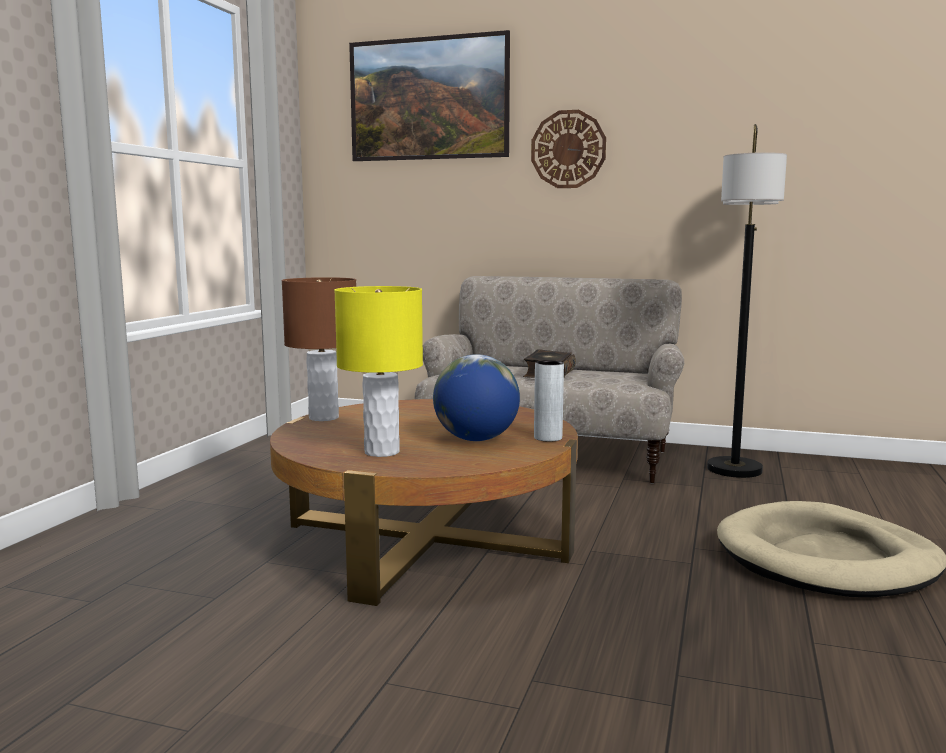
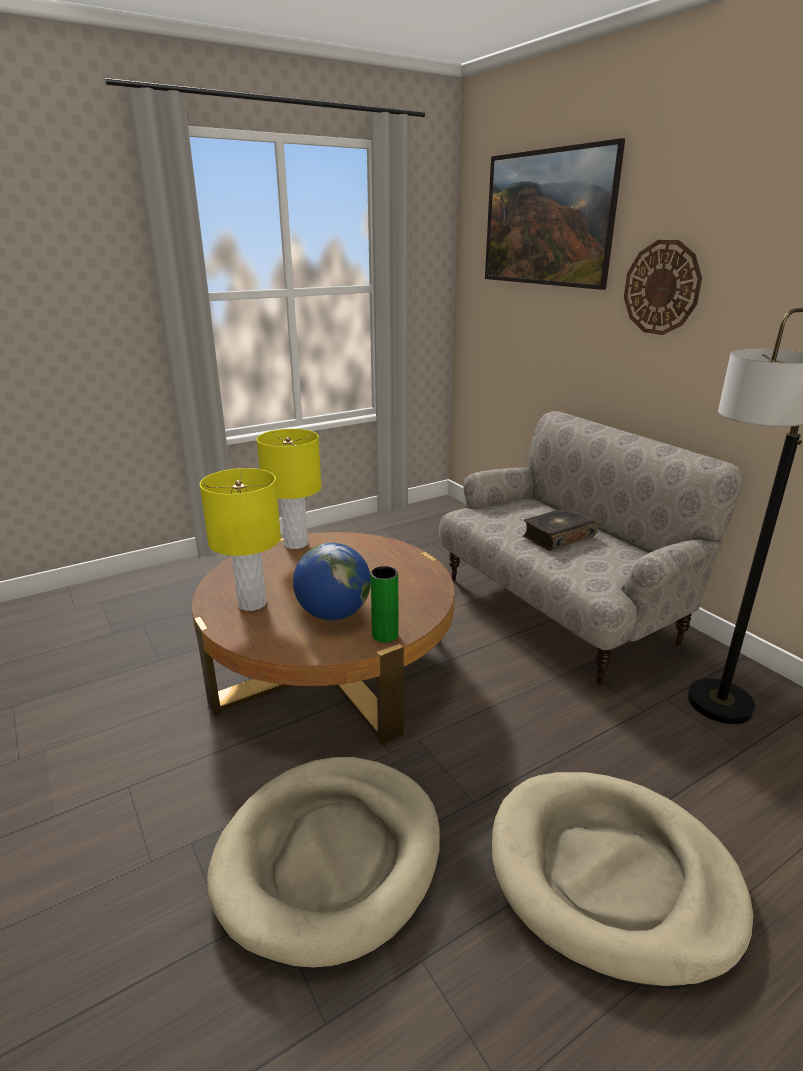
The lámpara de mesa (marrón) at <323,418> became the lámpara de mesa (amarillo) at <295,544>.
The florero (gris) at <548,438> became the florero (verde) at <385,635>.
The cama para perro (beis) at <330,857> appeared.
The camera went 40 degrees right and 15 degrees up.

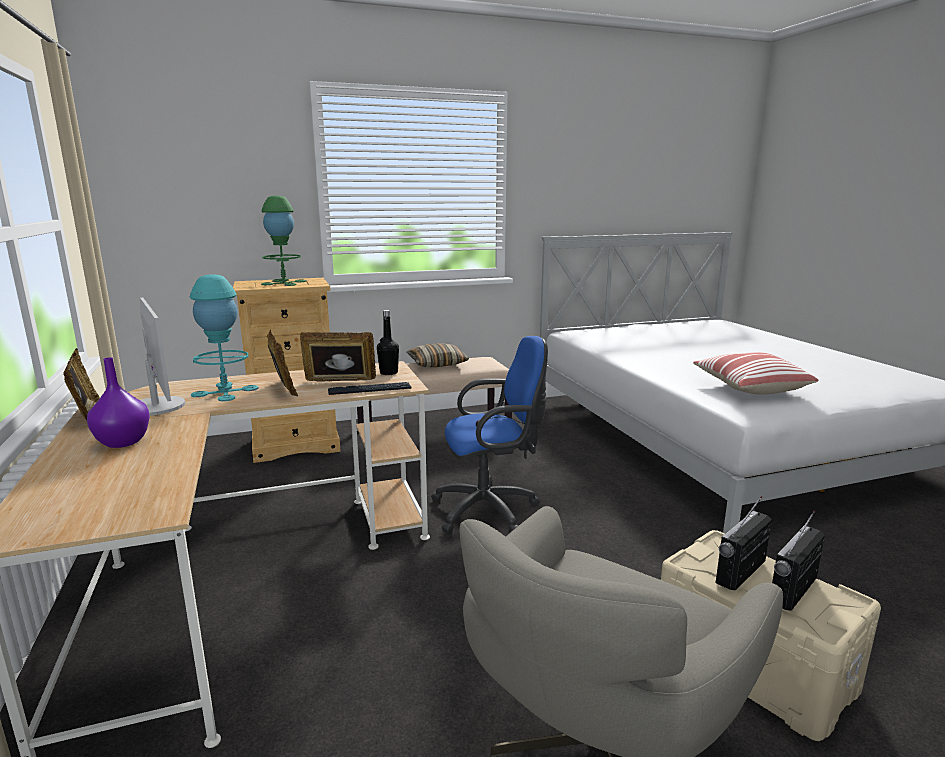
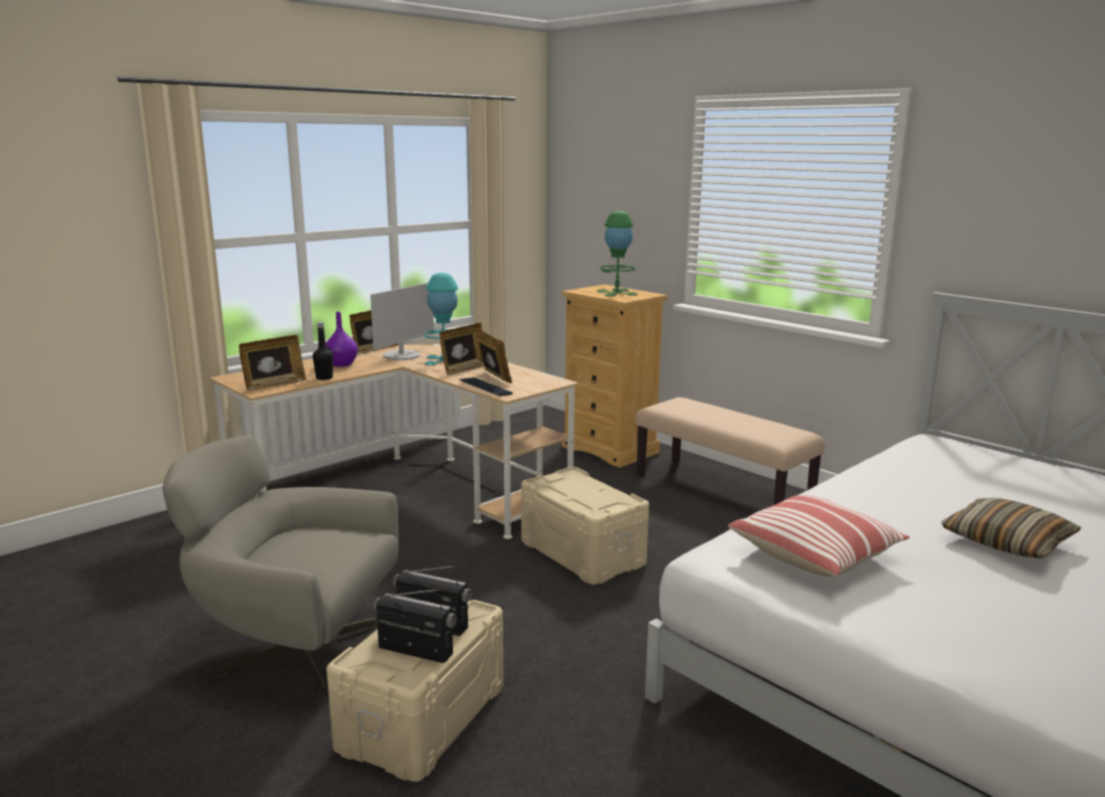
The botella (negro) moved from <388,373> to <324,378>.
The silla de oficina (azul) at <491,510> was replaced by the caja de almacenaje (beis) at <581,553>.
The cojín moved from <437,364> to <1007,541>.
The portarretratos at <274,384> appeared.
The camera went 65 degrees right and 0 degrees up.

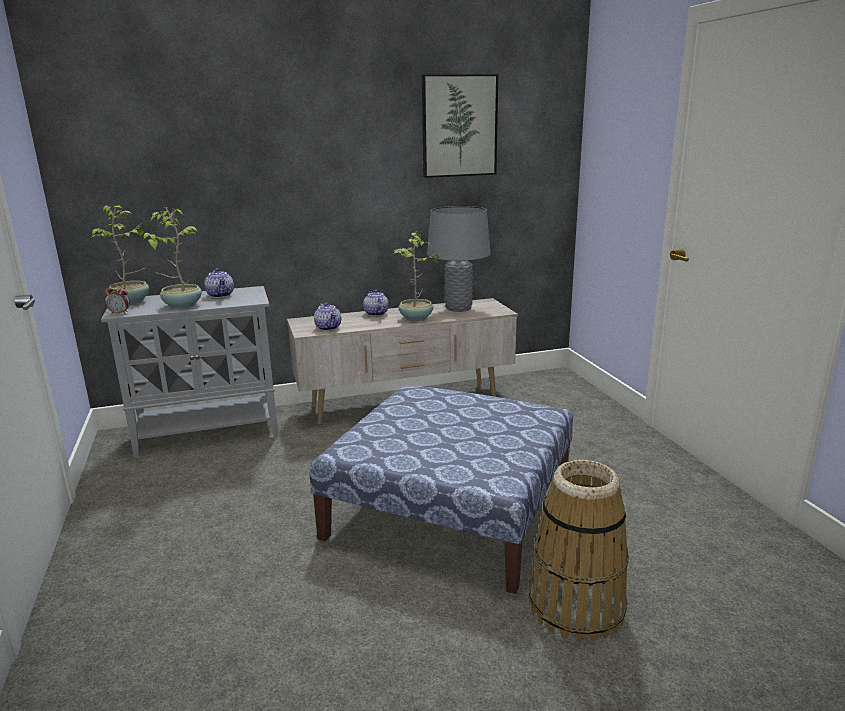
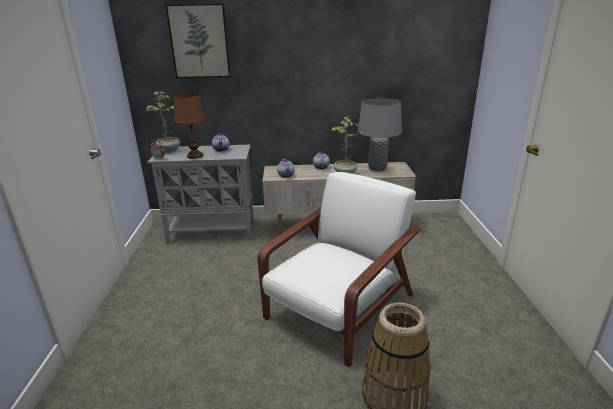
The cuadro moved from <459,126> to <199,41>.
The planta en maceta at <181,306> was replaced by the lámpara de mesa (marrón) at <195,156>.
The puf at <452,509> was replaced by the sillón (blanco) at <338,308>.
The camera went 15 degrees right and 5 degrees up.

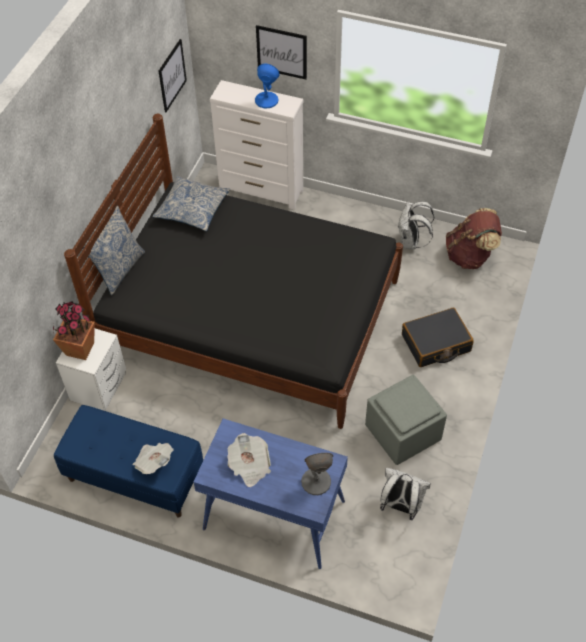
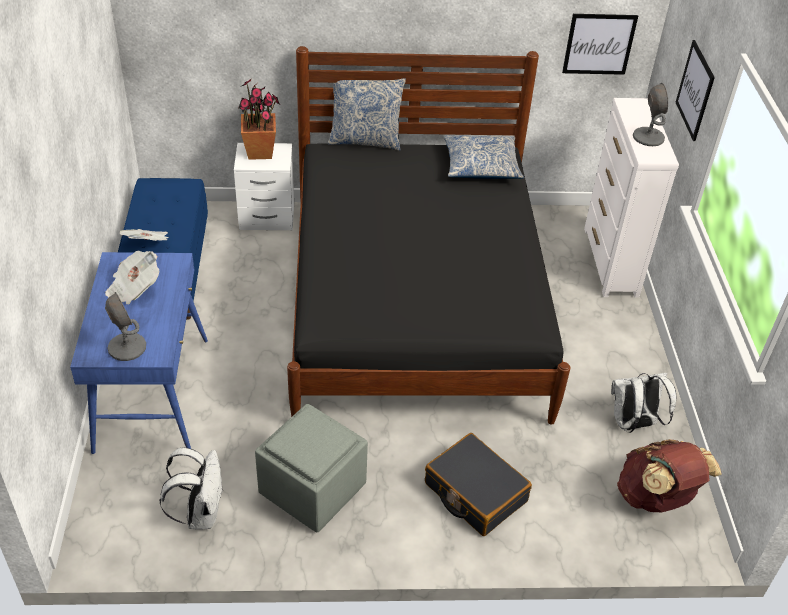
The lámpara de mesa (azul) at <266,100> became the lámpara de mesa (gris) at <648,137>.
The camera went 65 degrees right and 10 degrees down.

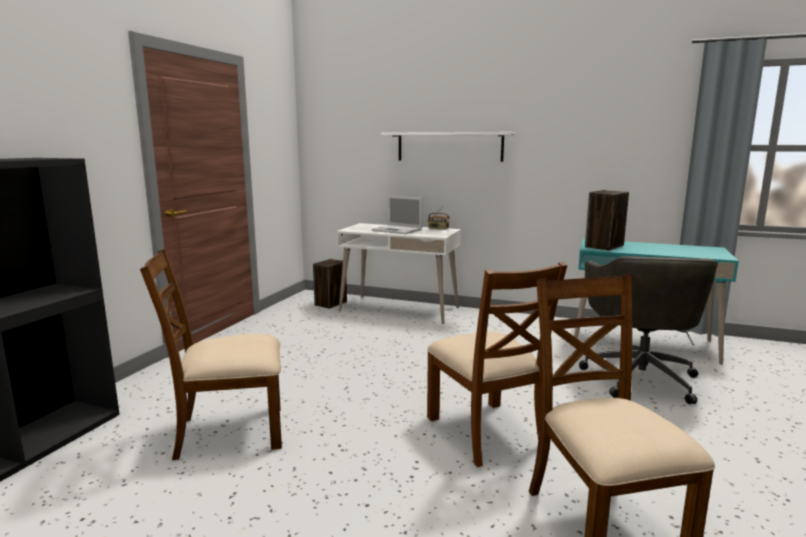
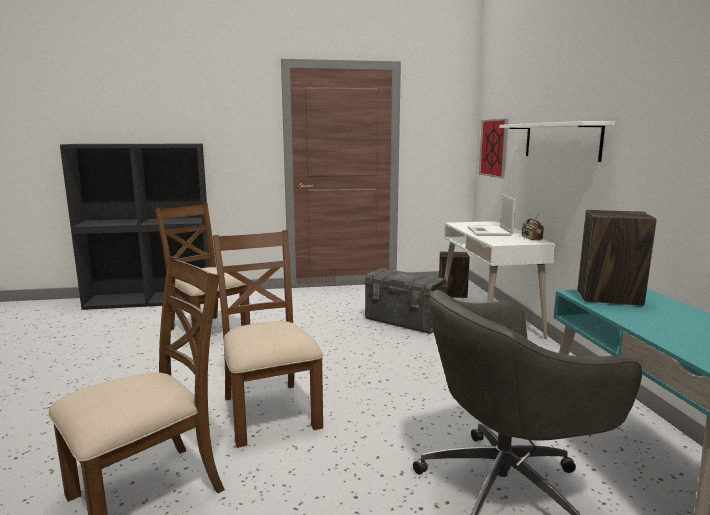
The silla (marrón) at <486,432> turned 120 degrees clockwise.
The cuadro at <493,148> appeared.
The caja de almacenaje (gris) at <404,321> appeared.
The camera went 60 degrees right and 0 degrees up.

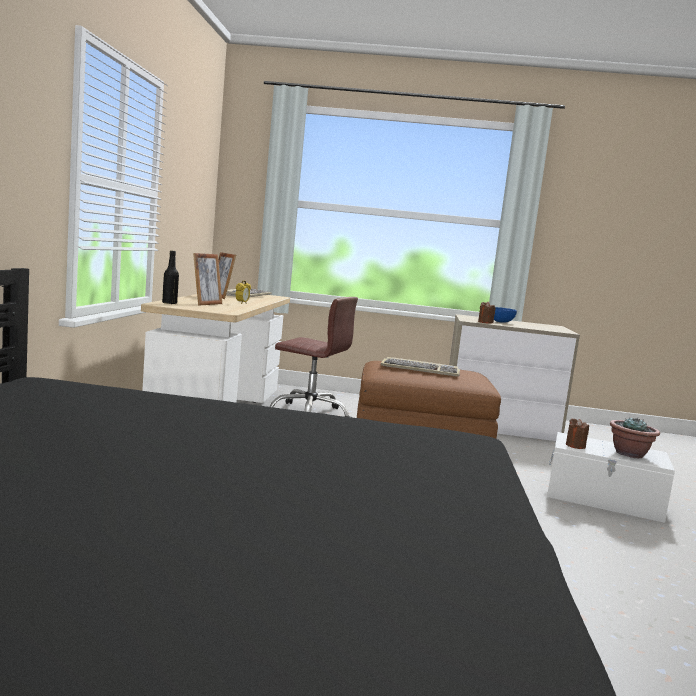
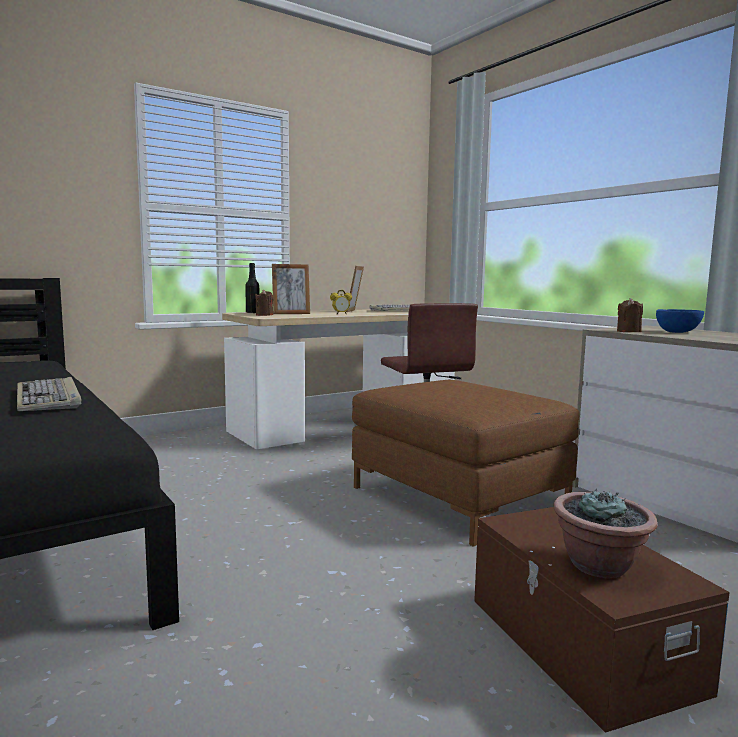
The teclado moved from <420,370> to <49,398>.
The vela (marrón) moved from <575,446> to <264,315>.
The caja de almacenaje (blanco) at <603,499> became the caja de almacenaje (marrón) at <579,644>.
The camera went 50 degrees right and 0 degrees up.

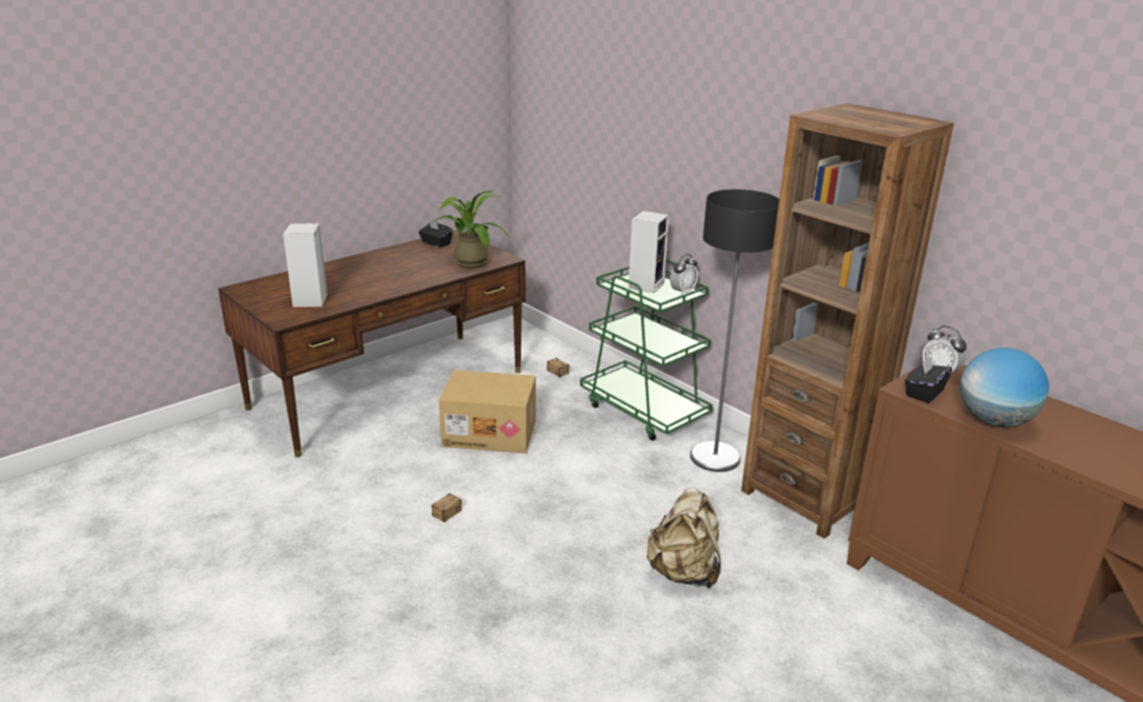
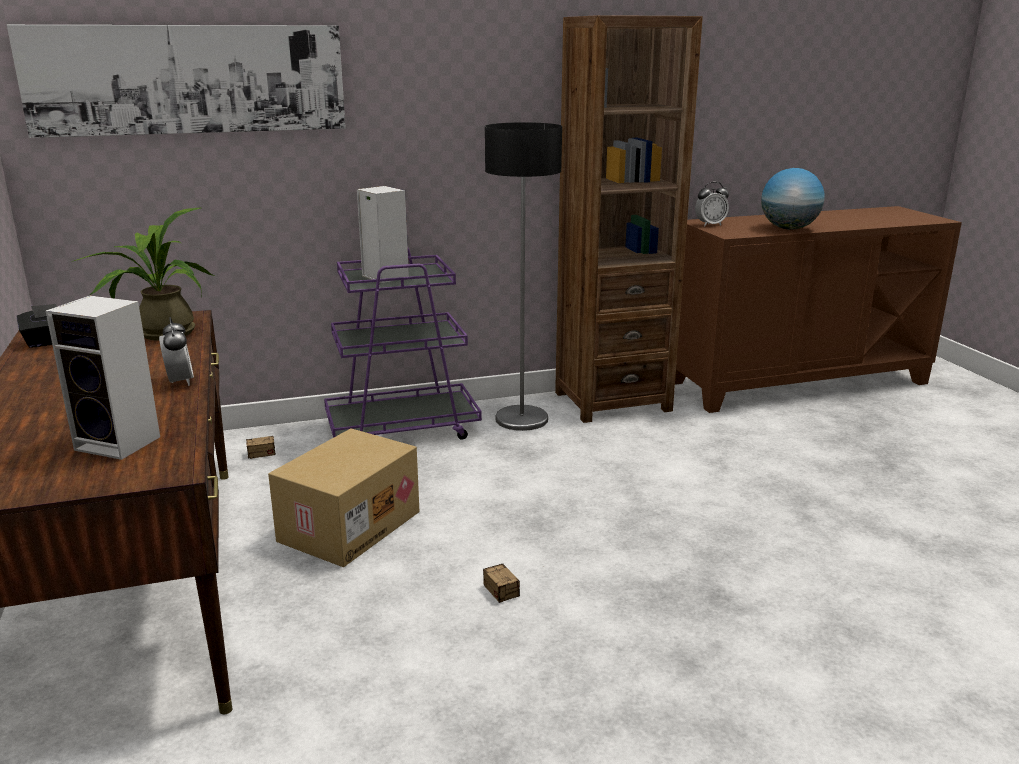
The despertador moved from <682,292> to <180,382>.
The carrito (verde) at <644,410> became the carrito (morado) at <403,429>.
The caja de pañuelos (negro) at <924,393> disappeared.
The mochila (beis) at <684,572> disappeared.
The cuadro at <188,79> appeared.
The camera went 65 degrees left and 5 degrees down.

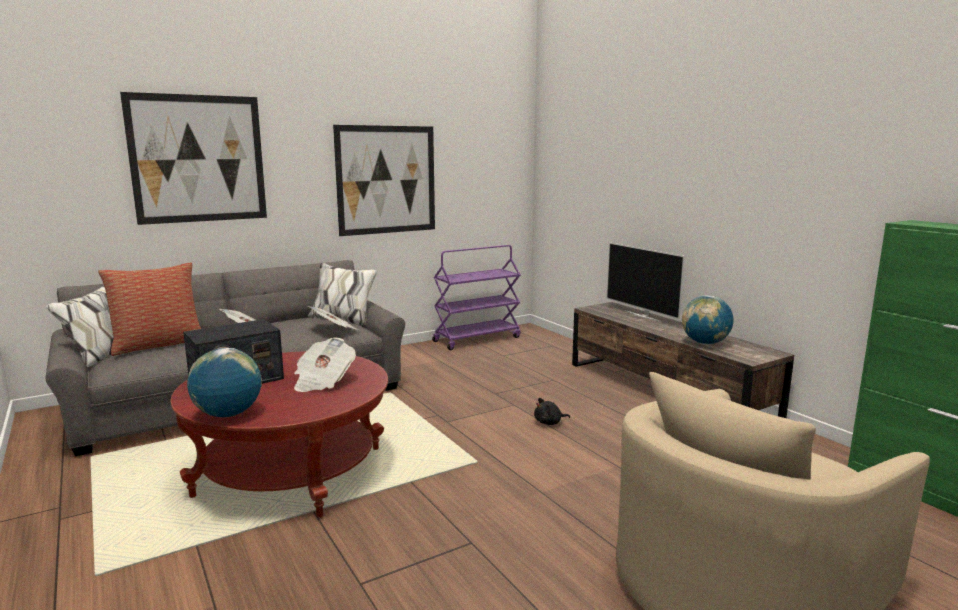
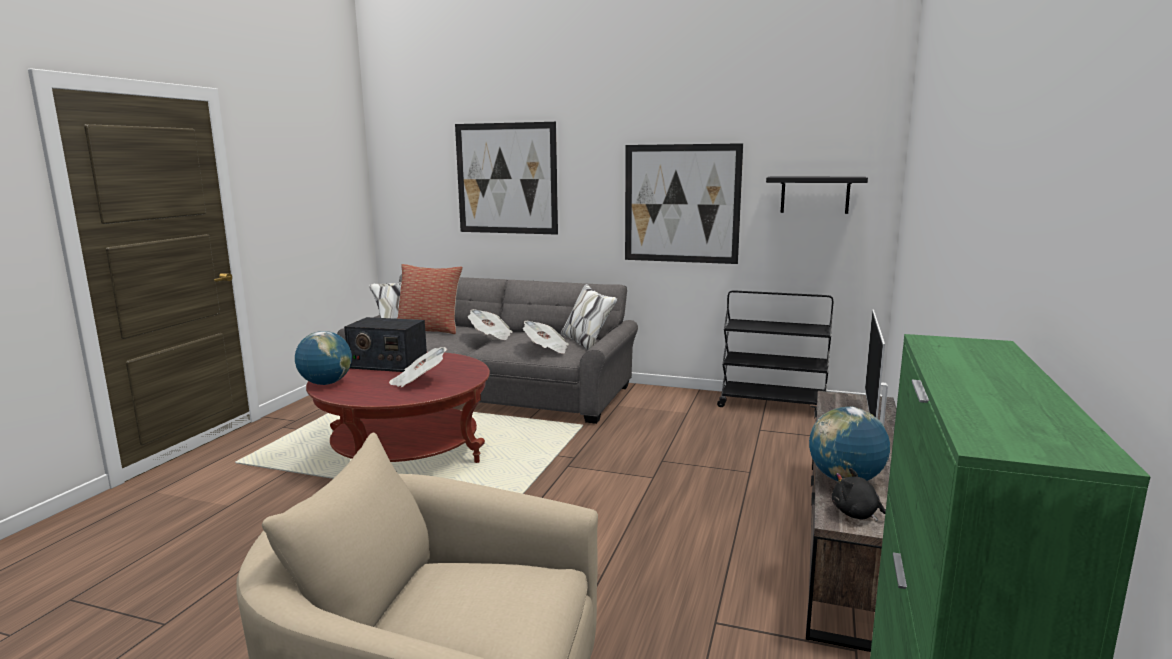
The carrito (morado) at <477,339> became the carrito (negro) at <772,405>.
The peluche (negro) moved from <549,423> to <858,515>.
The estante (negro) at <815,194> appeared.
The camera went 50 degrees right and 0 degrees up.

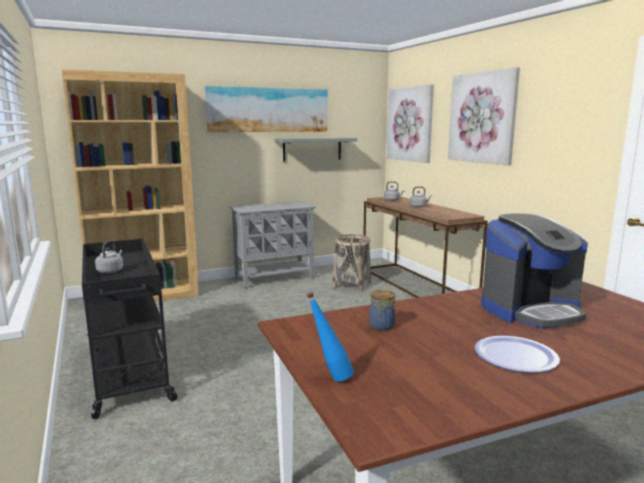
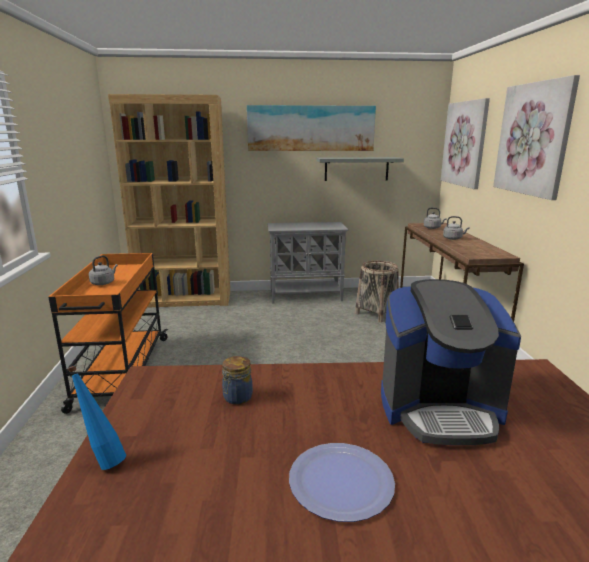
The carrito (negro) at <129,371> became the carrito (naranja) at <122,372>.
The camera went 20 degrees right and 5 degrees up.

